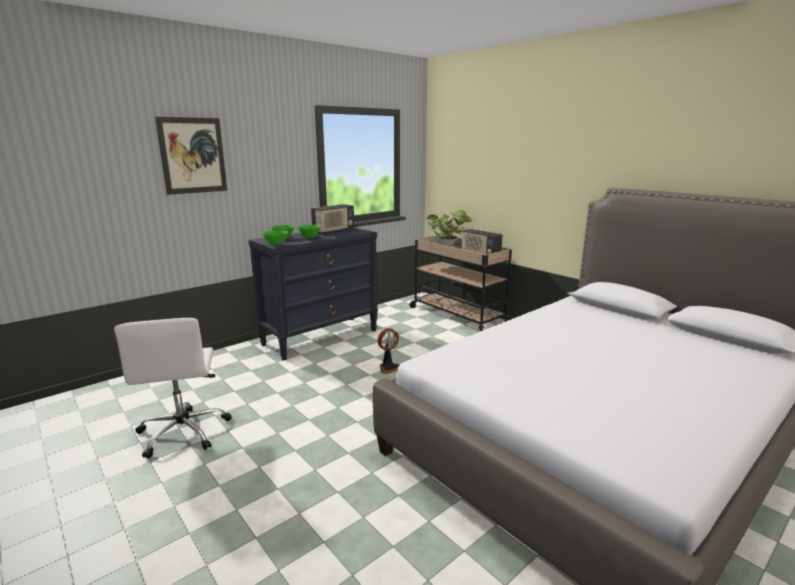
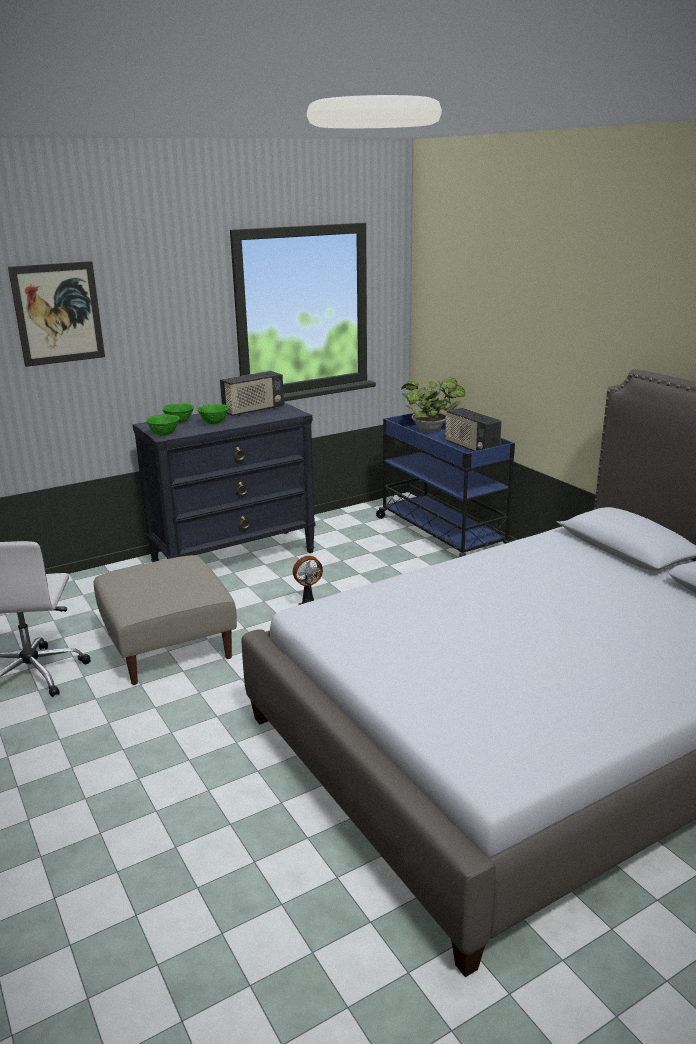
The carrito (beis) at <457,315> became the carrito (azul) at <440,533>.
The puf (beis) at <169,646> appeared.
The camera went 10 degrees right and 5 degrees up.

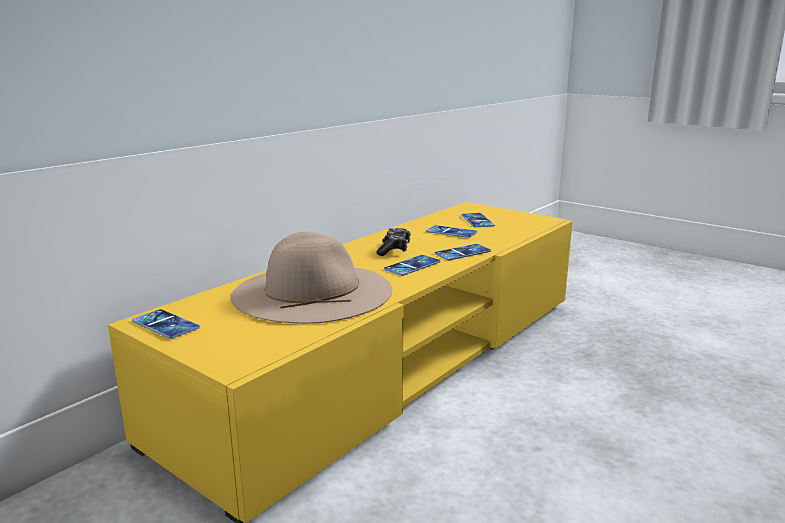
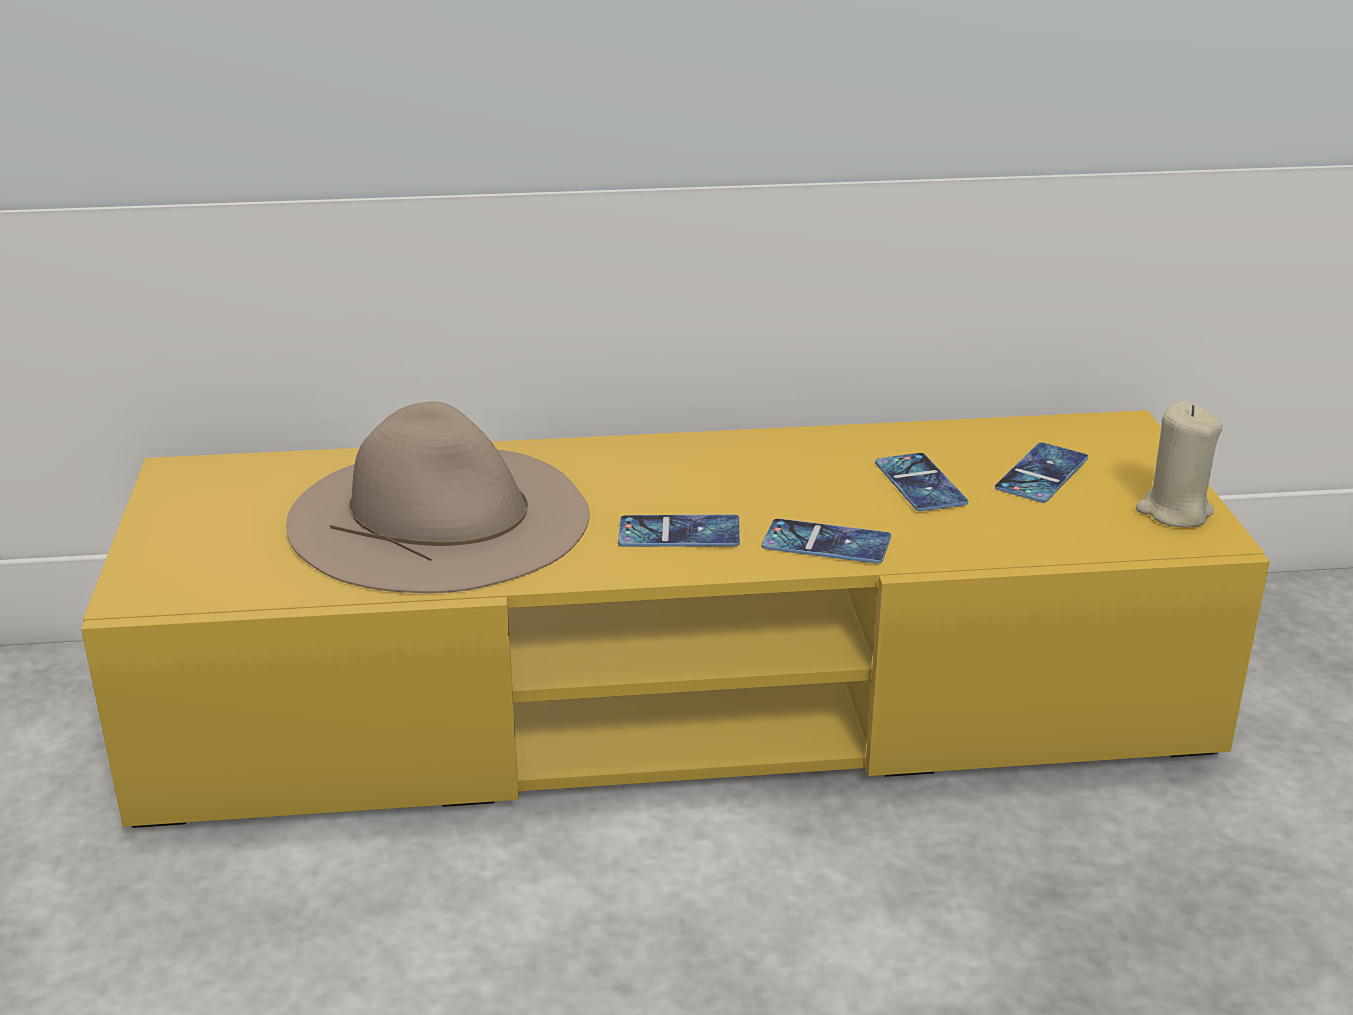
The mando de consola at <394,249> disappeared.
The móvil at <165,324> disappeared.
The vela (beis) at <1174,512> appeared.
The camera went 45 degrees right and 10 degrees up.

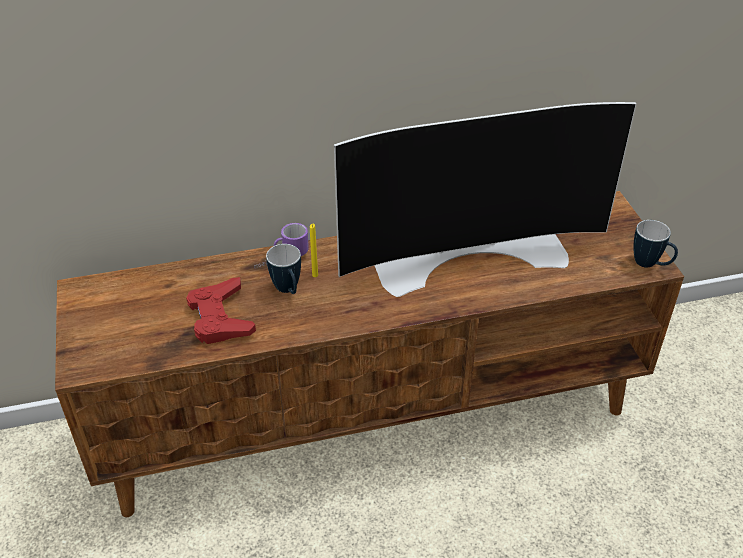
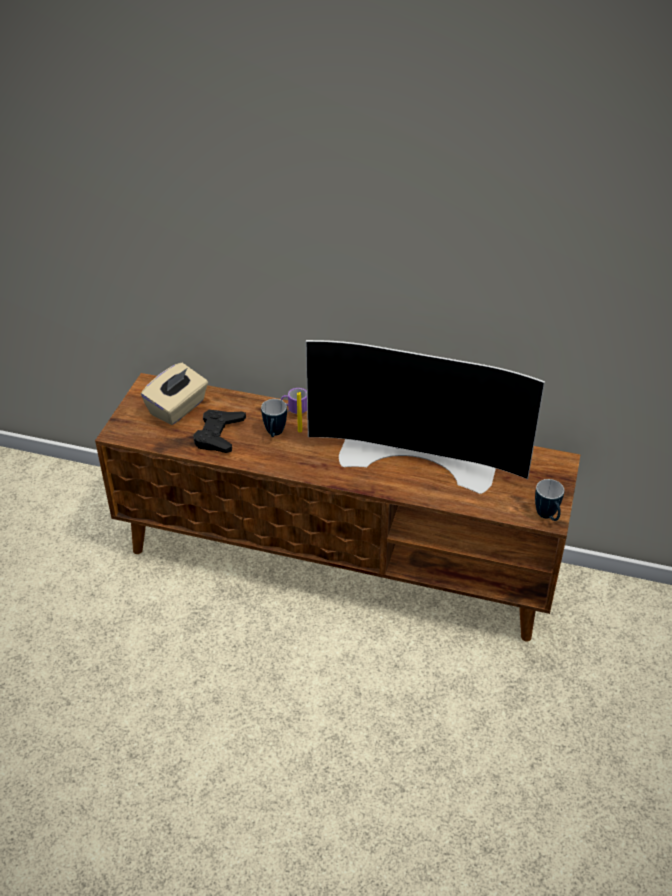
The mando de consola (rojo) at <220,317> became the mando de consola (negro) at <219,435>.
The caja de pañuelos (beis) at <178,408> appeared.
The camera went 30 degrees right and 0 degrees up.

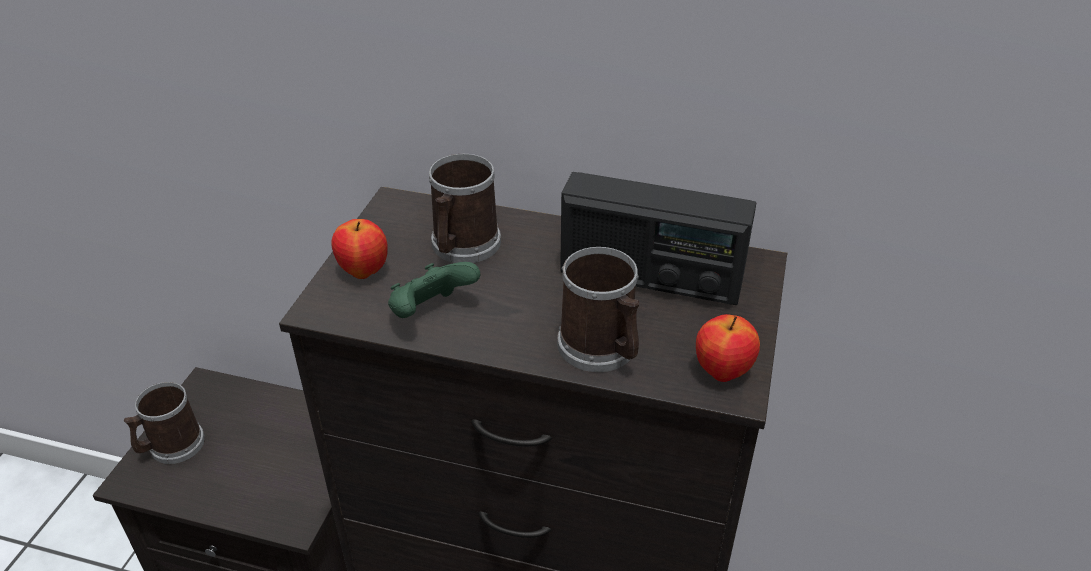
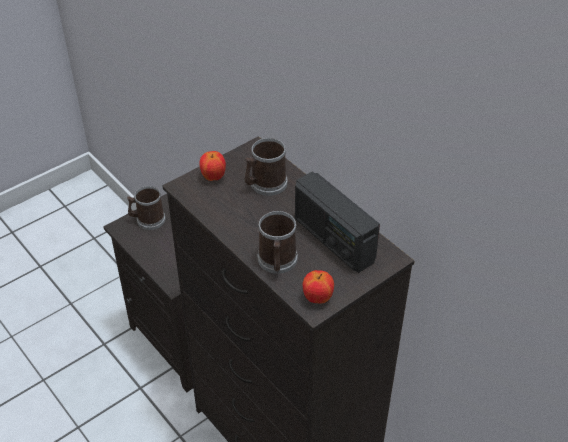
The mando de consola (verde) at <431,312> disappeared.
The camera went 35 degrees right and 5 degrees up.

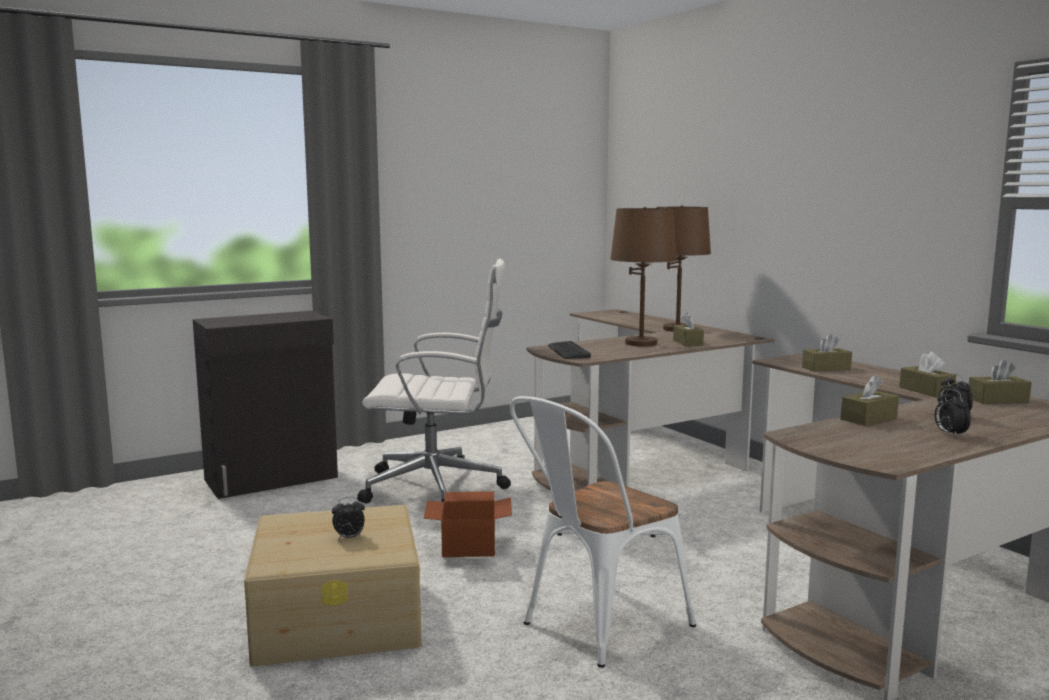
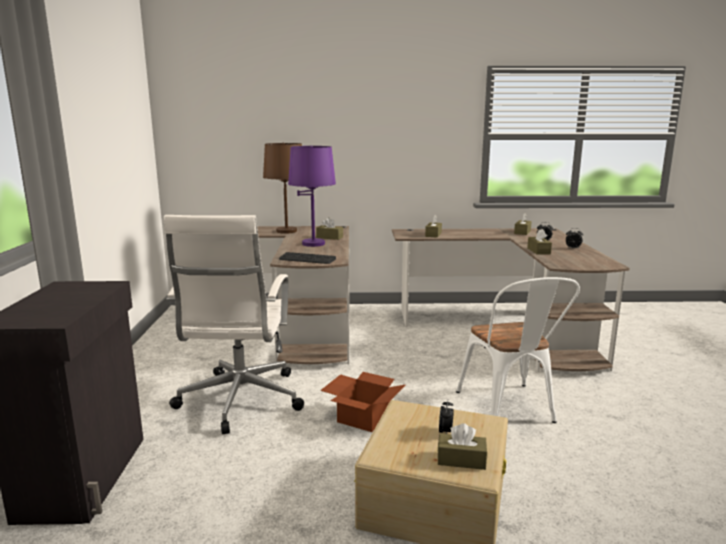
The lámpara de mesa (marrón) at <641,343> became the lámpara de mesa (morado) at <313,244>.
The silla de oficina (blanco) at <438,488> turned 150 degrees clockwise.
The caja de pañuelos (marrón) moved from <926,391> to <461,460>.
The camera went 60 degrees left and 5 degrees up.

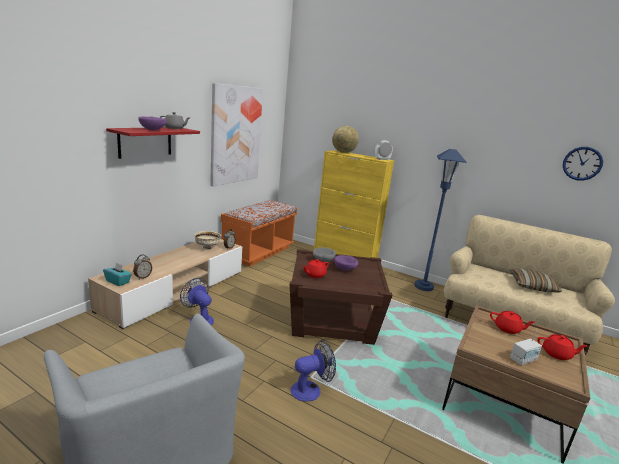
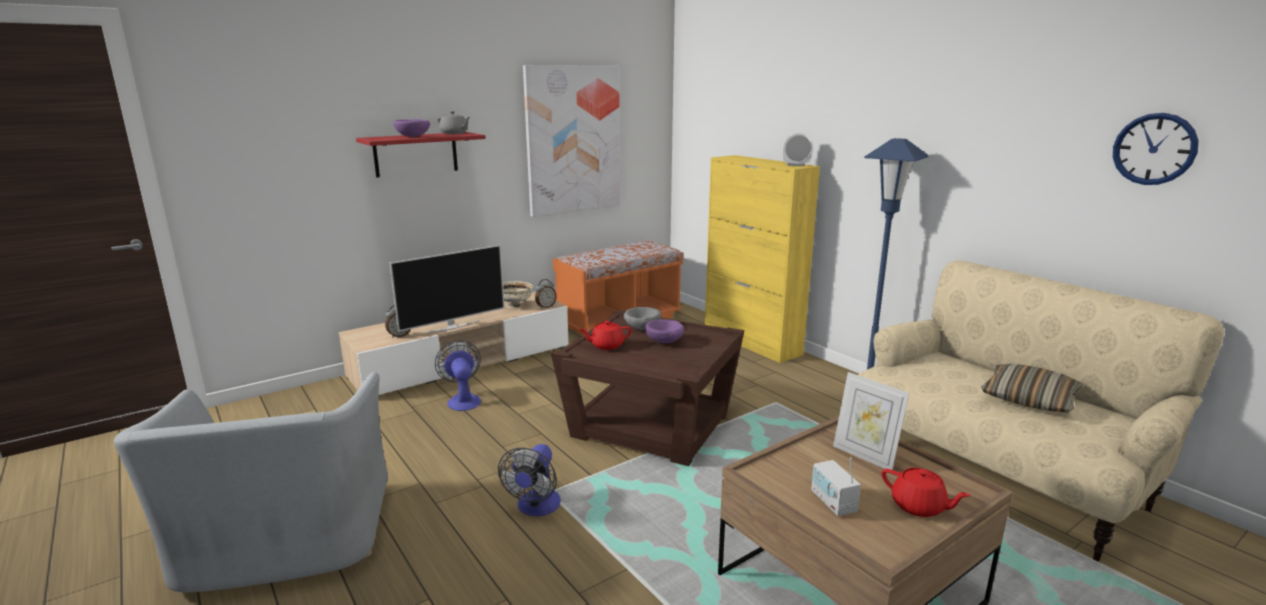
The globo terráqueo at <343,152> disappeared.
The caja de pañuelos (turquesa) at <118,281> disappeared.
The tetera (rojo) at <508,329> was replaced by the portarretratos at <864,456>.
The radio at <523,360> turned 75 degrees clockwise.
The ventilador at <310,389> turned 105 degrees clockwise.
The televisor at <452,327> appeared.
The camera went 25 degrees right and 0 degrees up.

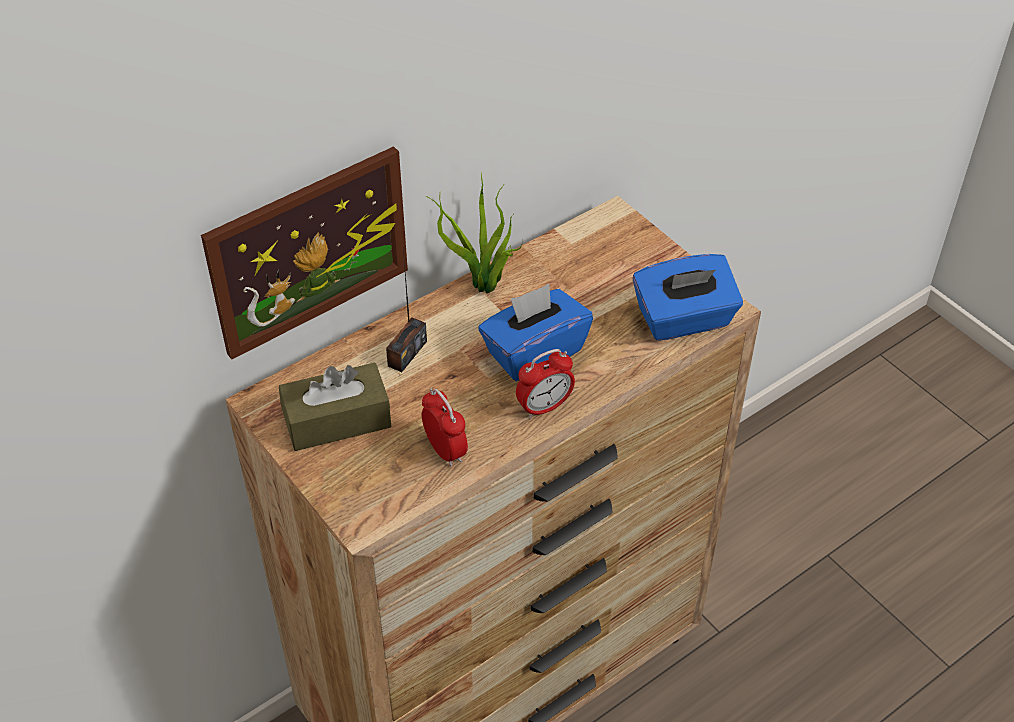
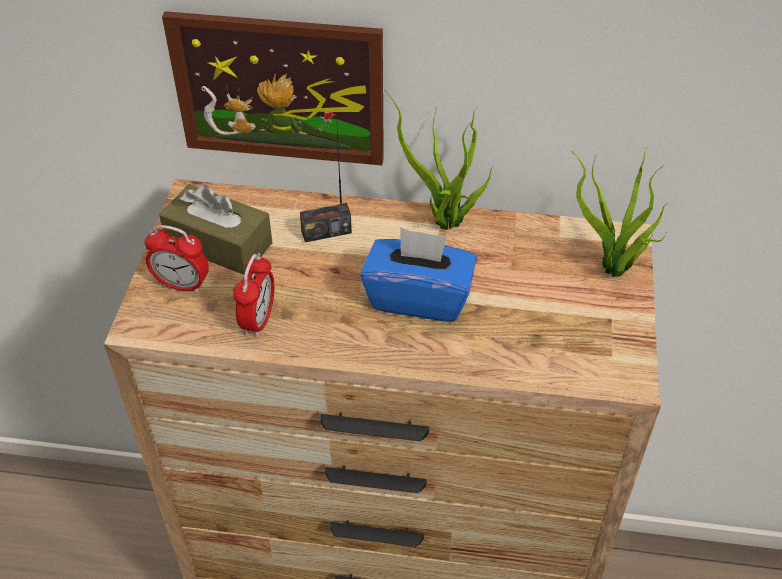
The caja de pañuelos (azul) at <684,319> disappeared.
The despertador moved from <544,407> to <182,285>.
The planta en maceta at <613,270> appeared.
The camera went 45 degrees right and 0 degrees up.

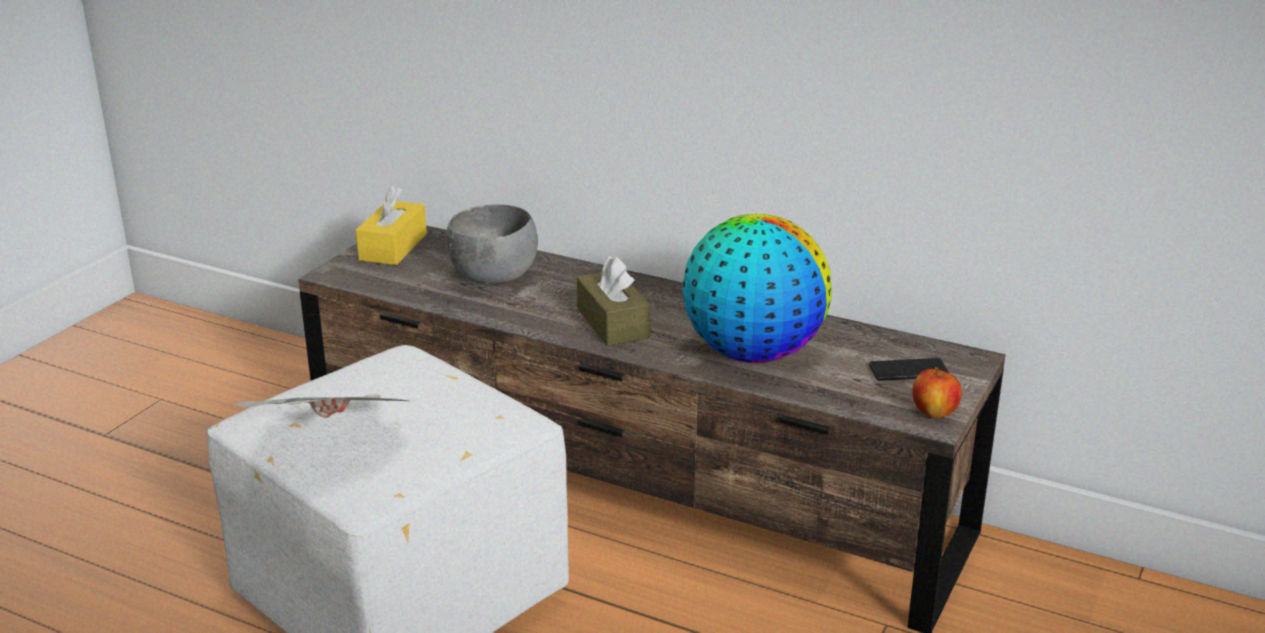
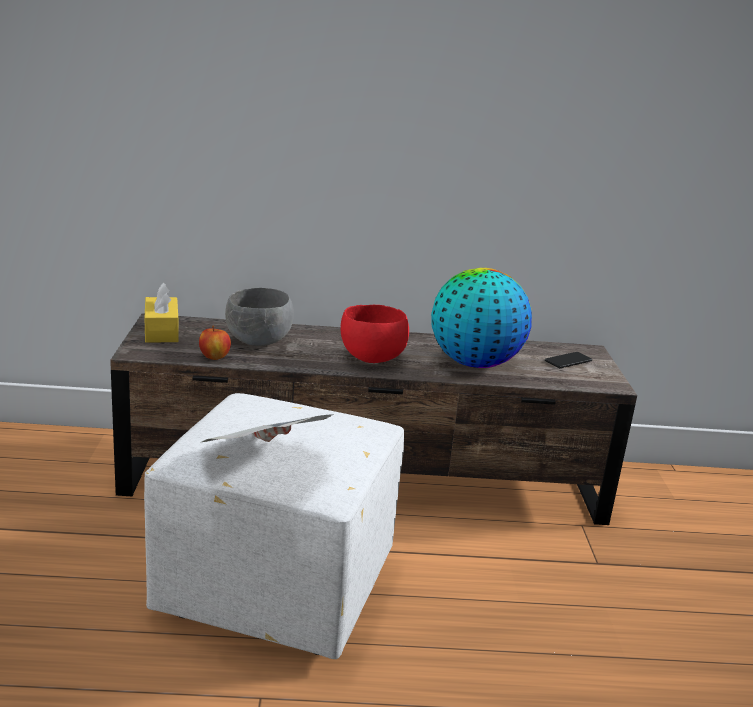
The caja de pañuelos (marrón) at <613,323> was replaced by the cuenco (rojo) at <370,358>.
The manzana moved from <934,412> to <214,357>.
The camera went 30 degrees left and 5 degrees down.

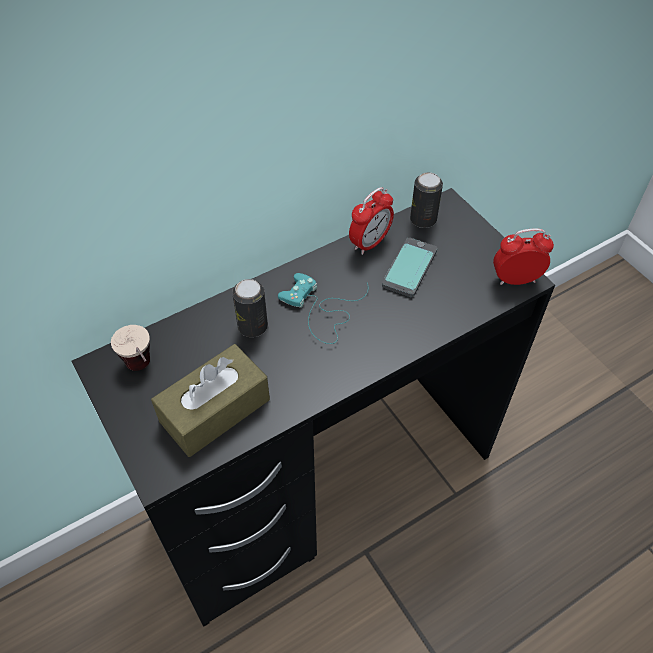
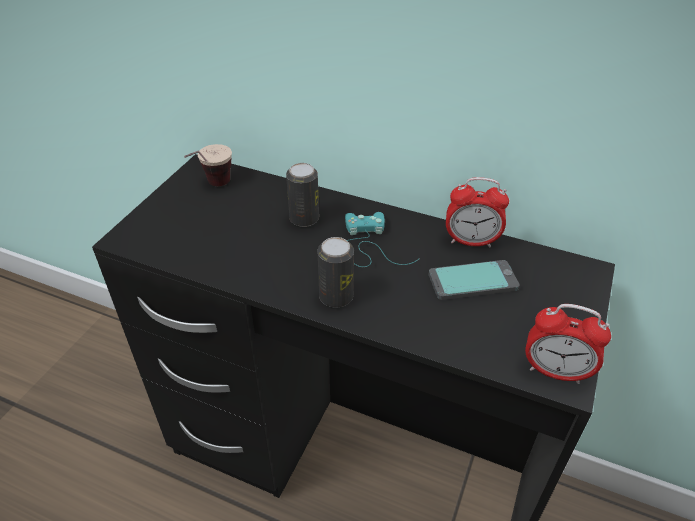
The lata moved from <423,220> to <336,297>.
The despertador at <516,279> turned 150 degrees clockwise.
The caja de pañuelos (marrón) at <215,410> disappeared.
The camera went 55 degrees right and 10 degrees down.

